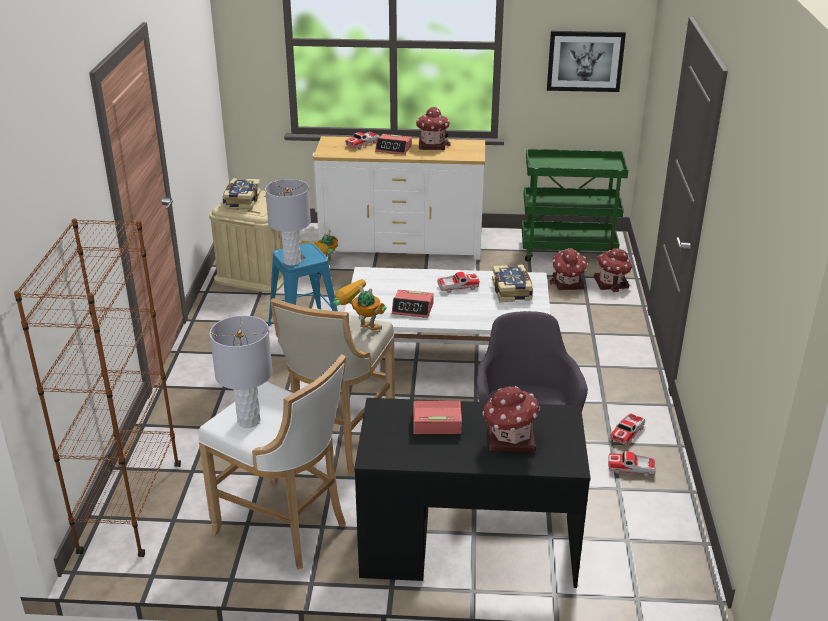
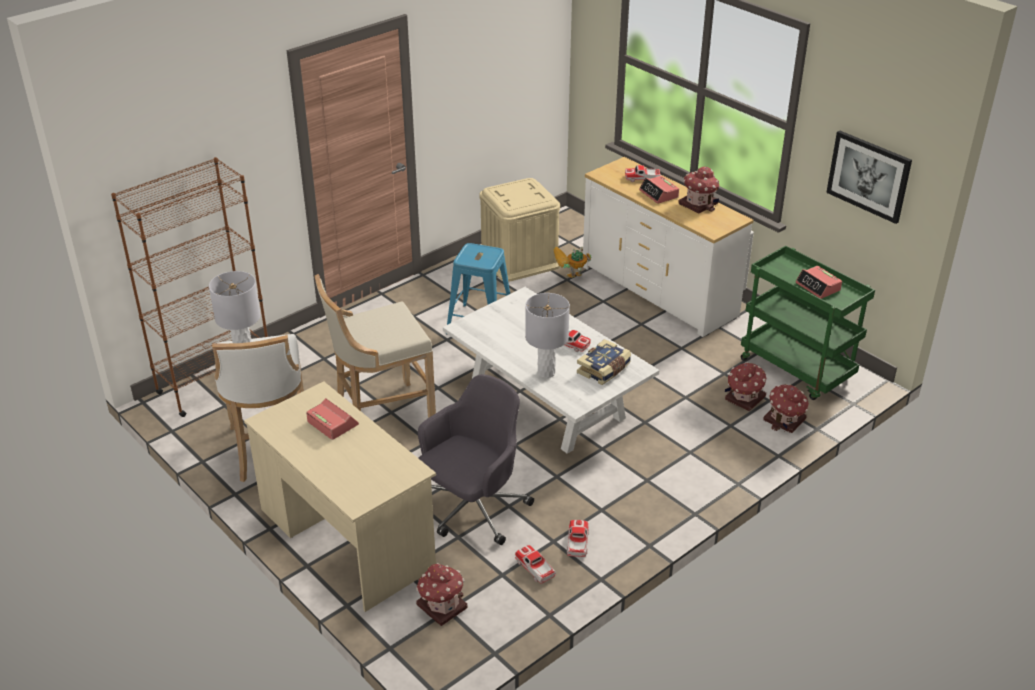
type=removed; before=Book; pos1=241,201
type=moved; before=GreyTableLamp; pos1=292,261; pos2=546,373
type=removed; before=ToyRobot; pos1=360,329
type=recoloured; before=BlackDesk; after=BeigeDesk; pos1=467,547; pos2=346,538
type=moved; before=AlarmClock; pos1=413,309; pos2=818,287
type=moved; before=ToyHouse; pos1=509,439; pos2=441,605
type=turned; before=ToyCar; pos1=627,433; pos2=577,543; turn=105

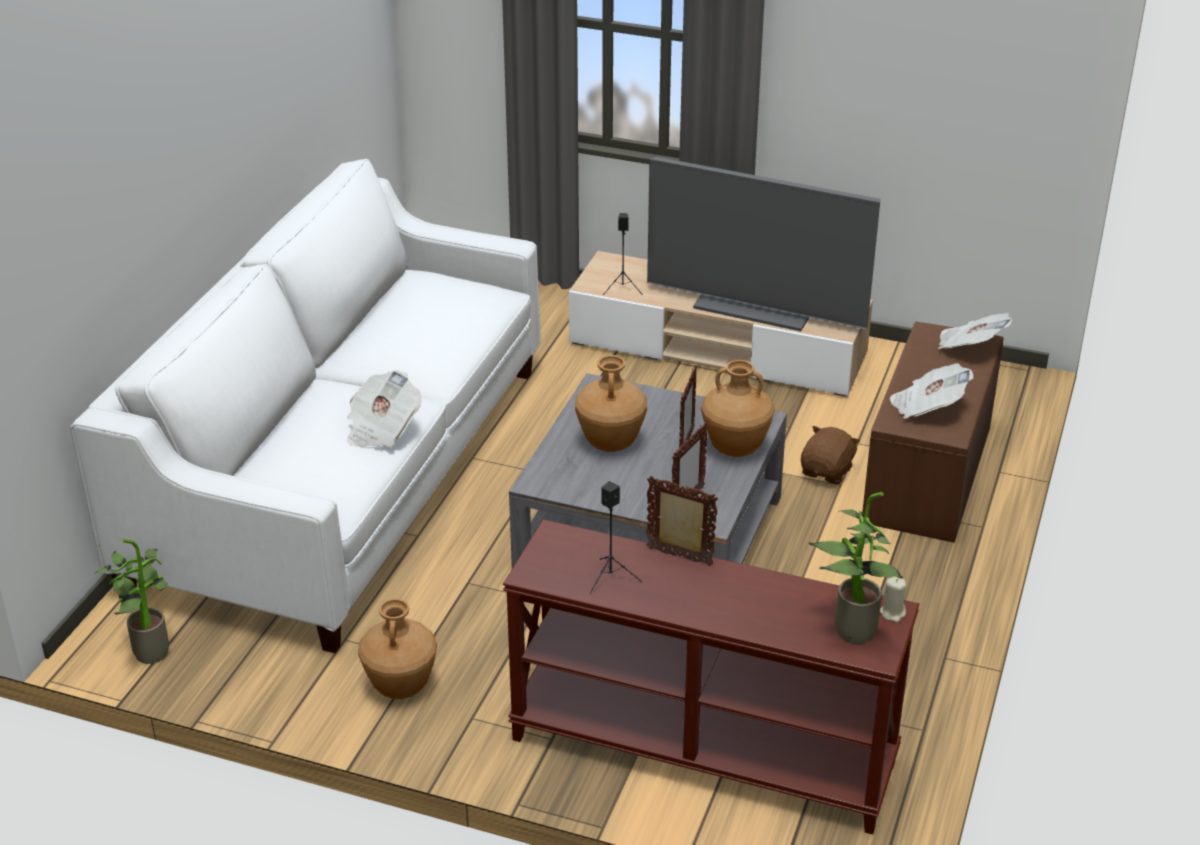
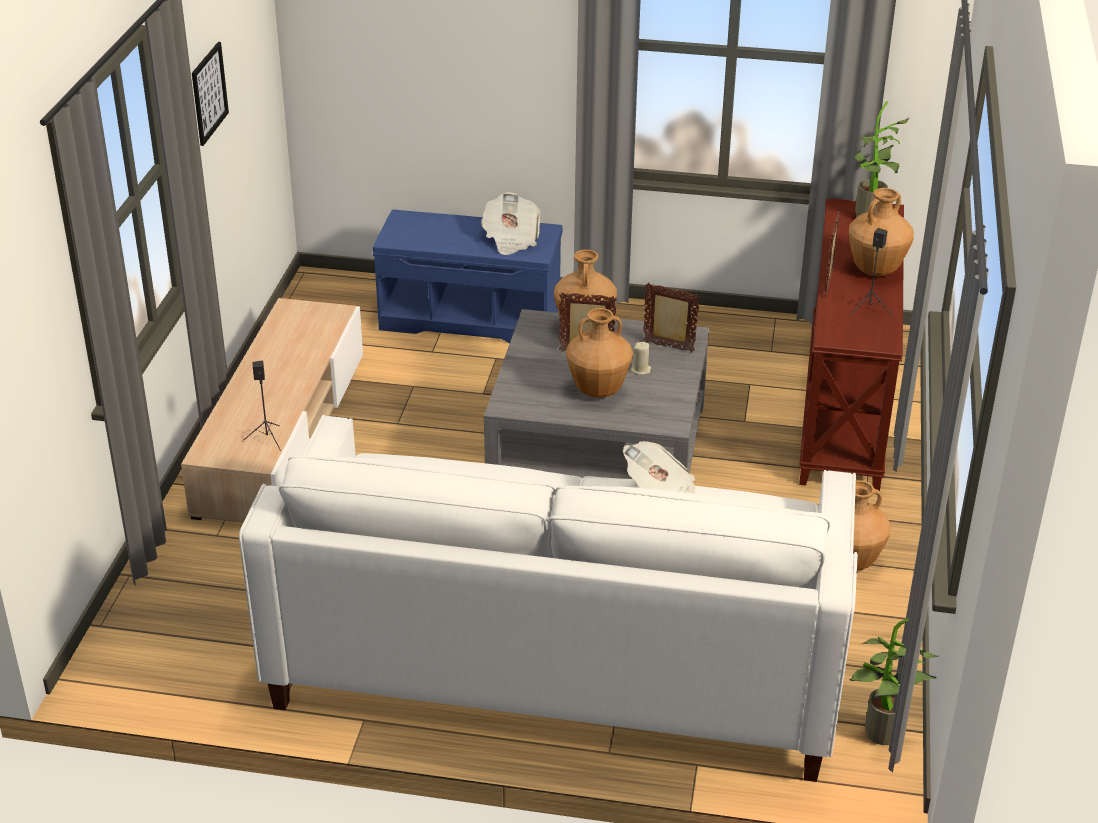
type=removed; before=Television; pos1=756,306
type=removed; before=BrownPlushToy; pos1=827,472
type=recoloured; before=BrownBench; after=BlueBench; pos1=929,475; pos2=472,317
type=moved; before=BeigeCandle; pos1=892,613; pos2=641,370
type=removed; before=Newspaper; pos1=970,347
type=added; after=Picture; pos2=209,93
type=added; after=BrownVase; pos2=876,270

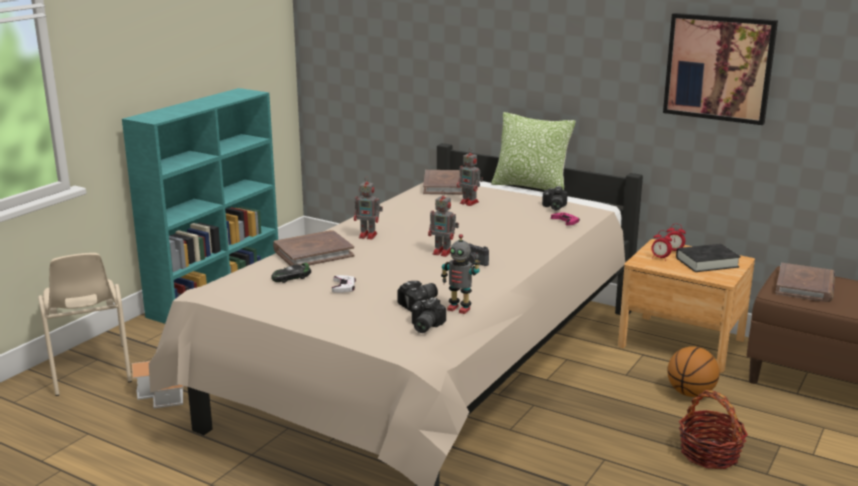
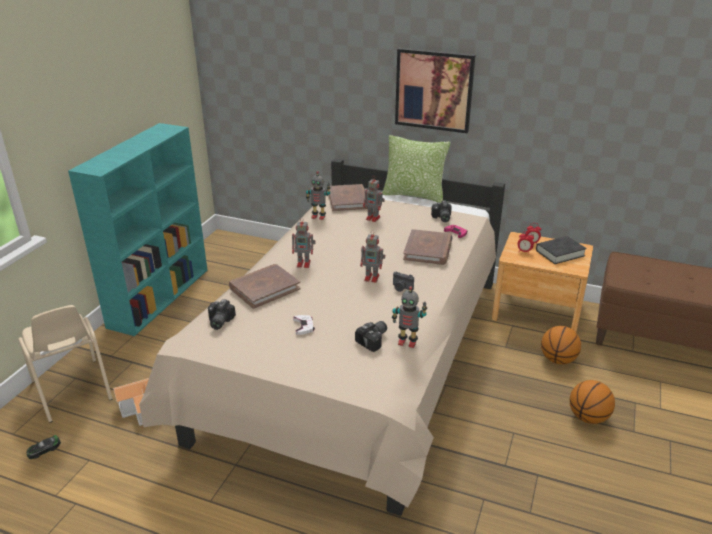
type=moved; before=ToyCar; pos1=291,277; pos2=44,449
type=moved; before=PhotoCamera; pos1=424,326; pos2=218,322
type=moved; before=Picture; pos1=719,67; pos2=434,90
type=replaced; before=Basket; after=Basketball; pos1=710,454; pos2=588,417
type=moved; before=BrownBook; pos1=805,286; pos2=428,250
type=added; after=ToyRobot; pos2=318,216

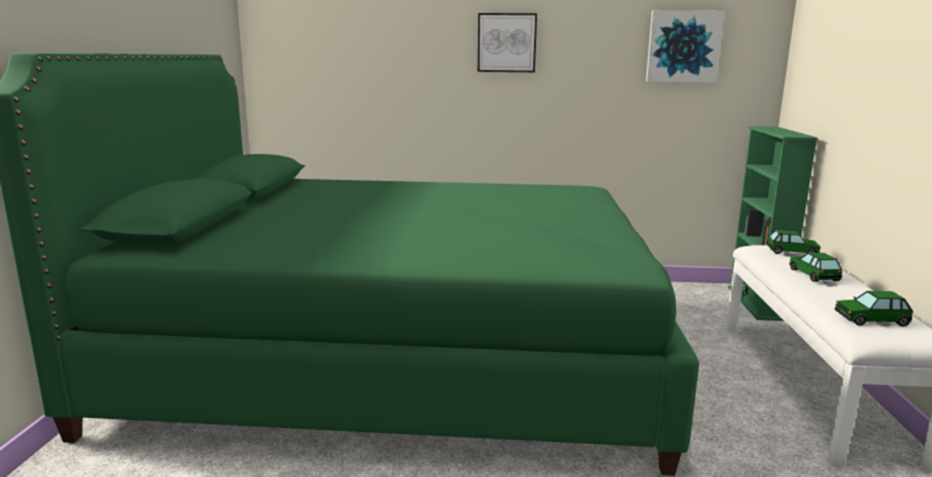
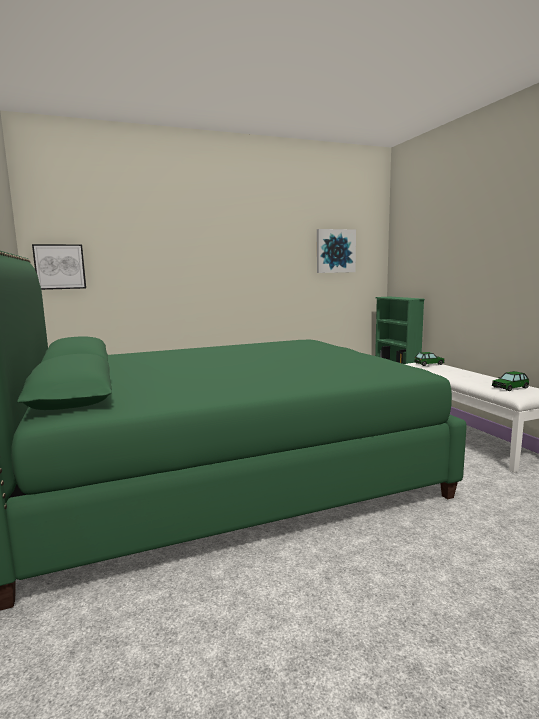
type=moved; before=Picture; pos1=506,43; pos2=60,267
type=removed; before=ToyCar; pos1=813,275

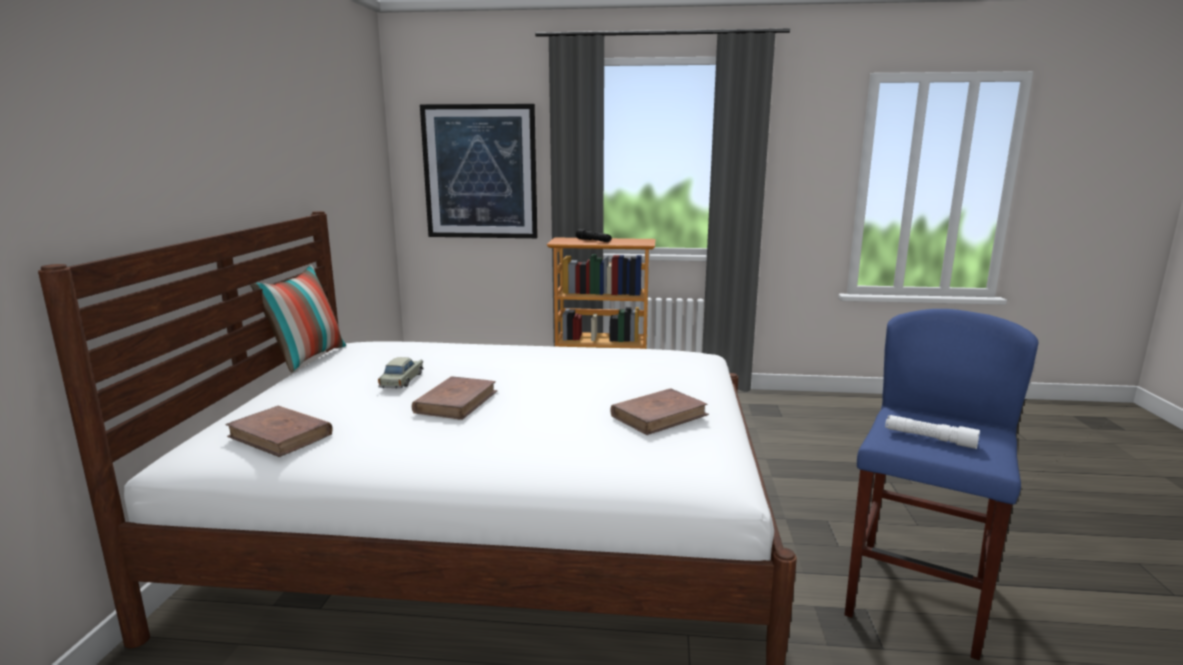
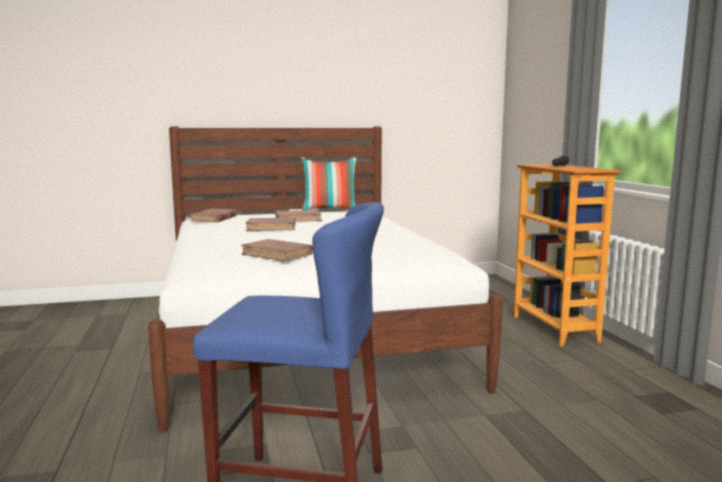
type=replaced; before=BeigeToyCar; after=BrownBook; pos1=401,381; pos2=298,219
type=removed; before=Picture; pos1=480,172
type=removed; before=WhiteFlashlight; pos1=929,438

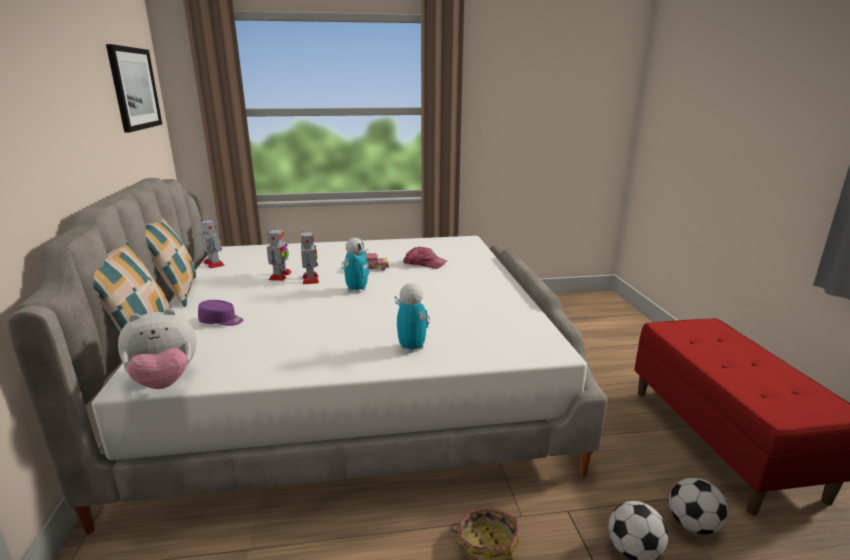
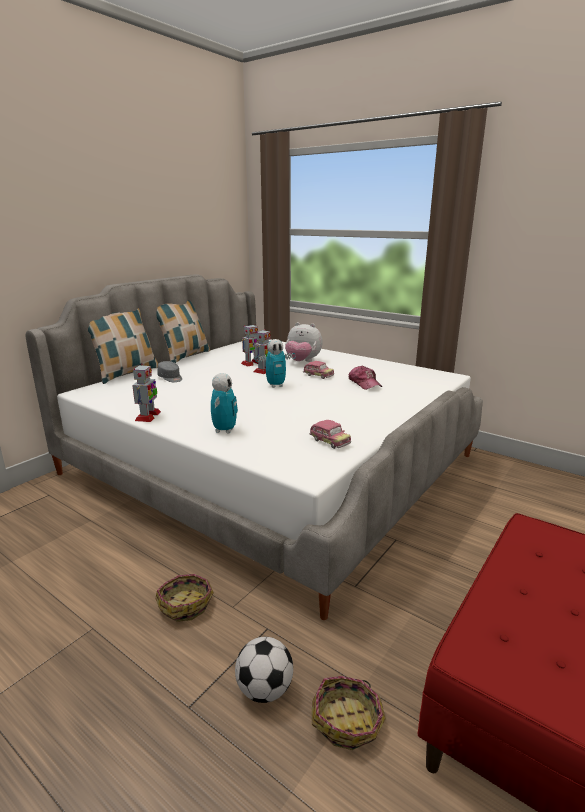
type=removed; before=Picture; pos1=134,88
type=moved; before=PlushToy; pos1=165,381; pos2=302,362
type=recoloured; before=PurpleCap; after=GreyCap; pos1=221,321; pos2=170,378
type=moved; before=ToyRobot; pos1=214,264; pos2=148,416
type=replaced; before=Football; after=Basket; pos1=692,525; pos2=347,720
type=added; after=ToyCar; pos2=329,442

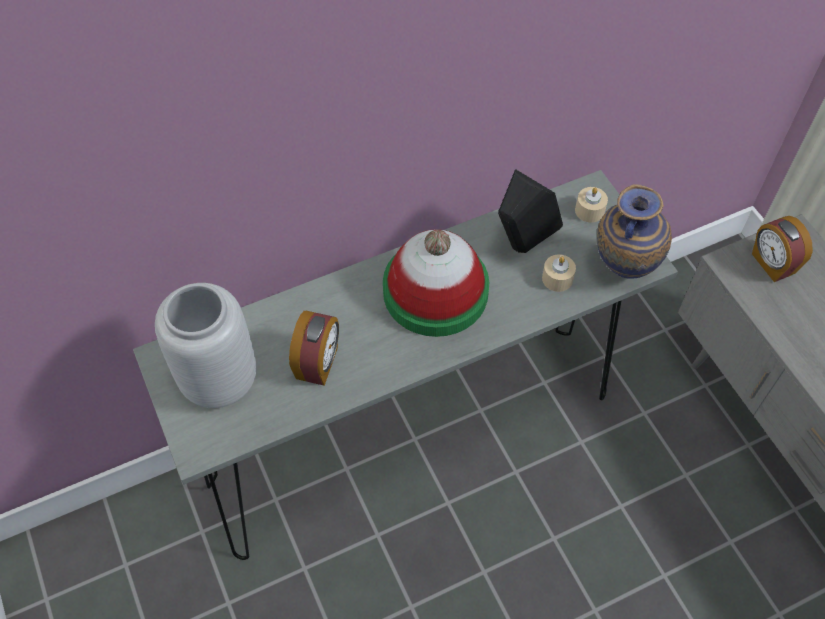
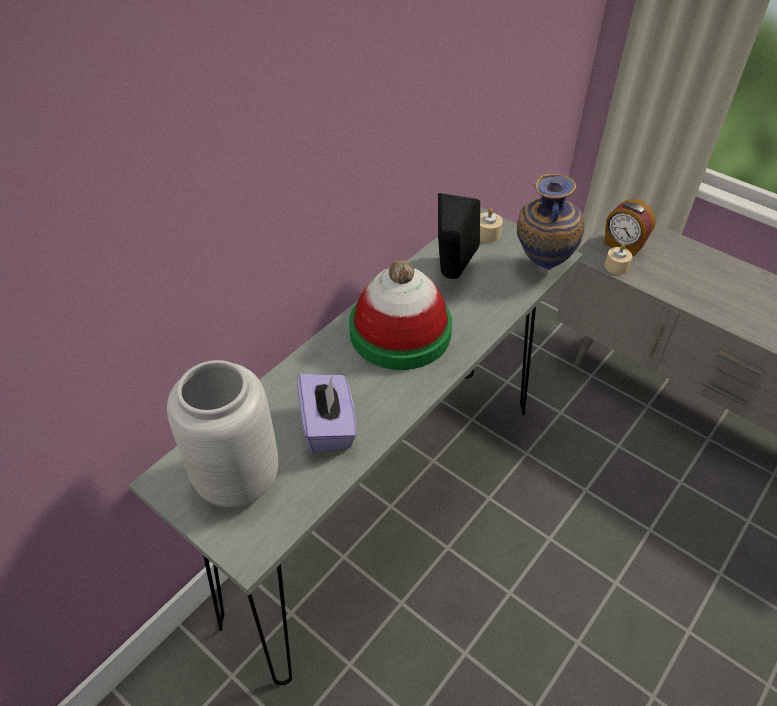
type=replaced; before=AlarmClock; after=PurpleTissueBox; pos1=318,363; pos2=328,427
type=moved; before=BeigeCandle; pos1=557,278; pos2=616,266

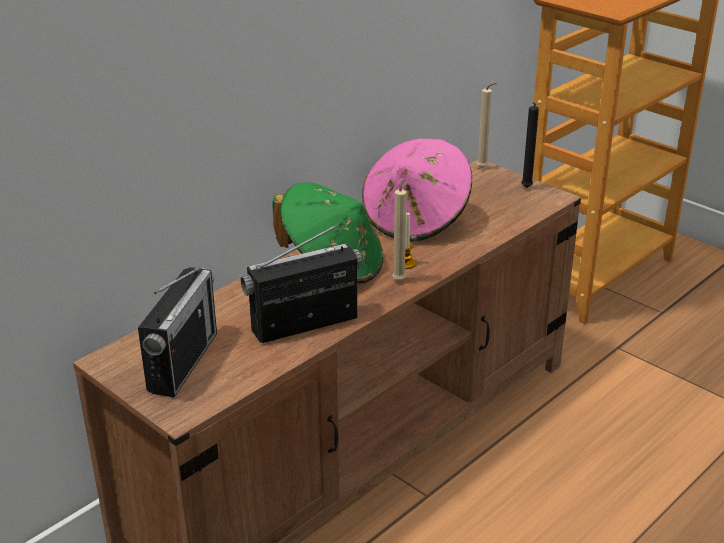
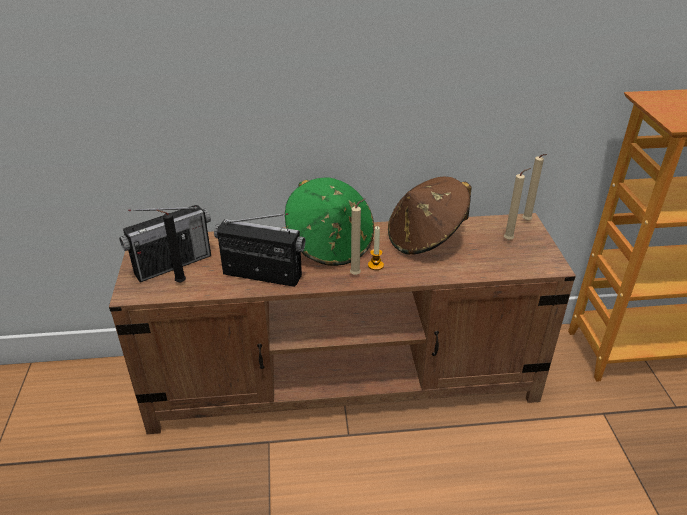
type=recoloured; before=PinkHat; after=BrownHat; pos1=416,220; pos2=425,238
type=moved; before=BlackCandle; pos1=526,188; pos2=179,283
type=added; after=BeigeCandle; pos2=510,240

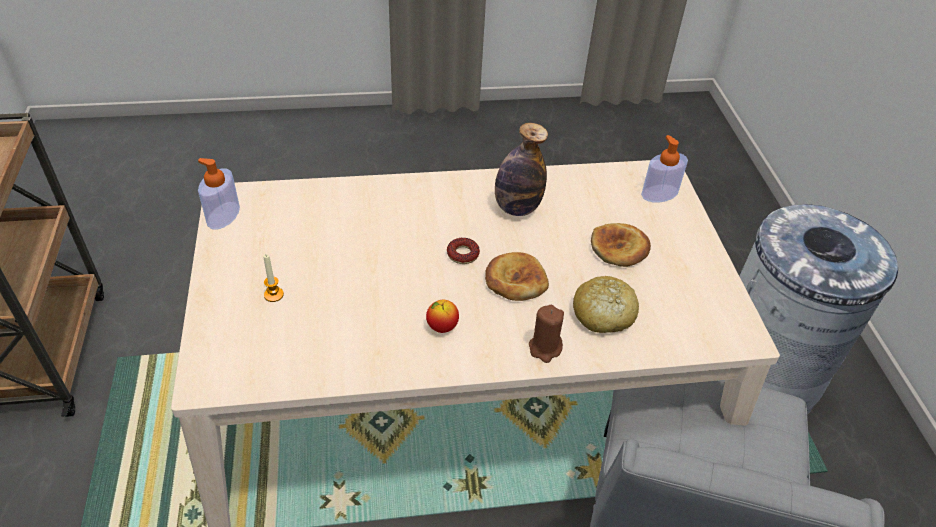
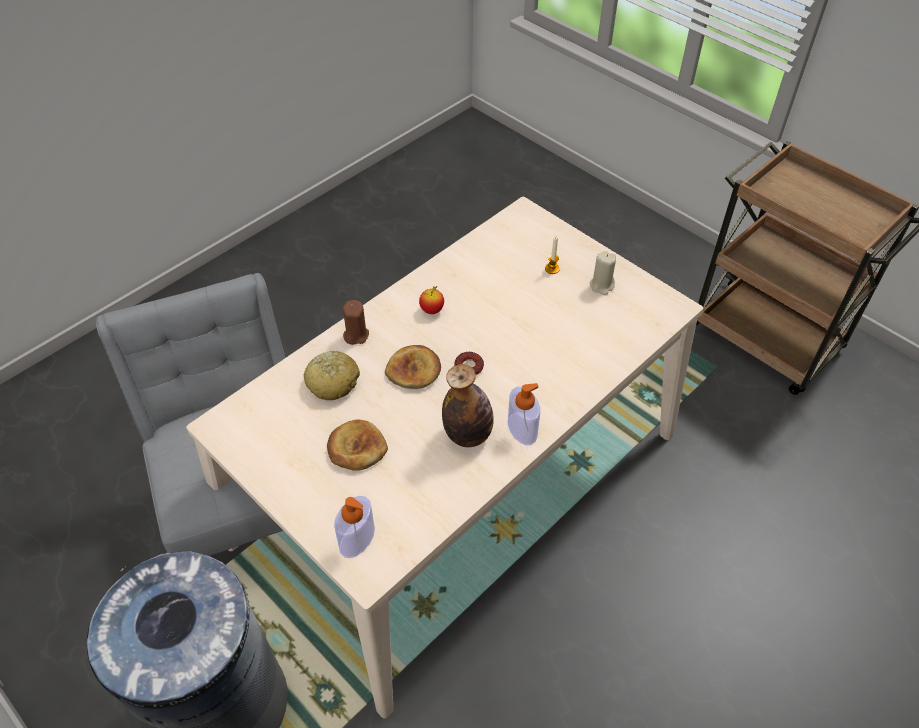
type=moved; before=SoapDispenser; pos1=223,215; pos2=522,428
type=added; after=BeigeCandle; pos2=602,285

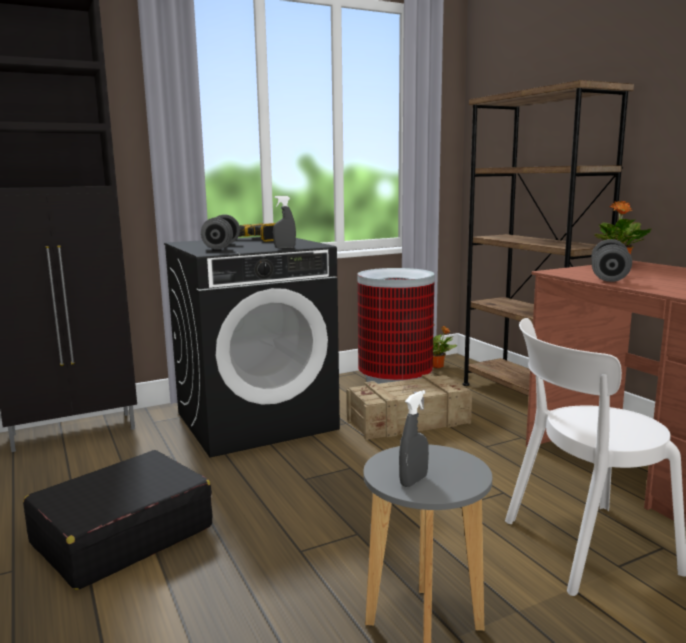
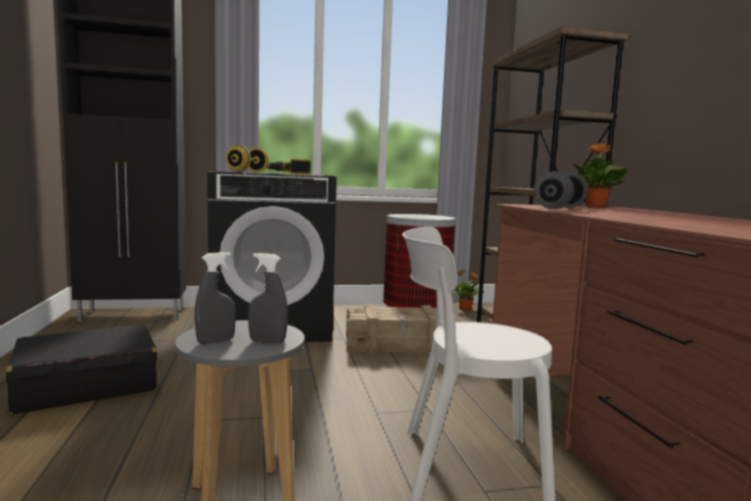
type=recoloured; before=GreyDumbbell; after=YellowDumbbell; pos1=222,246; pos2=247,172
type=moved; before=GreySprayBottle; pos1=284,248; pos2=267,341

